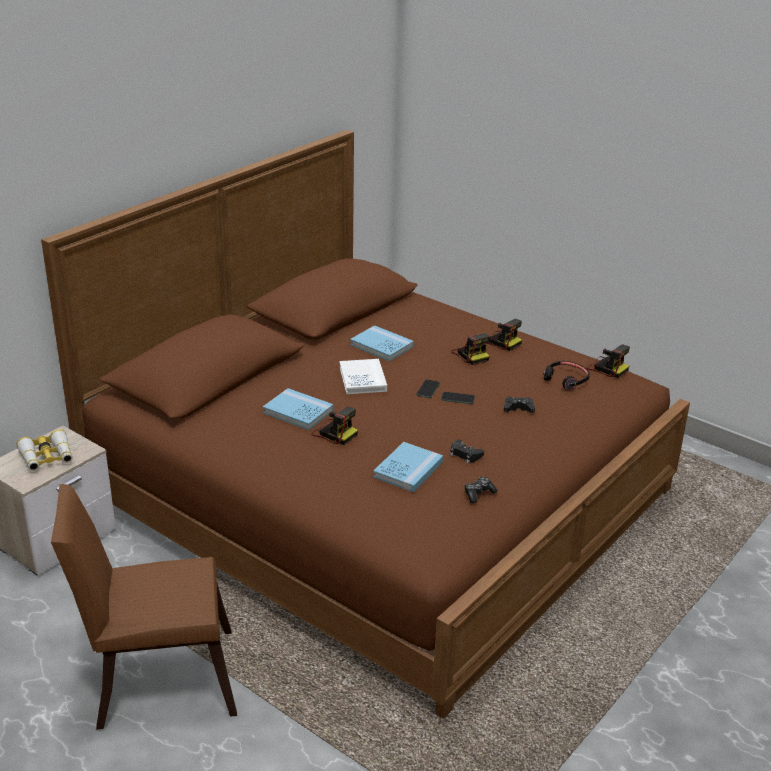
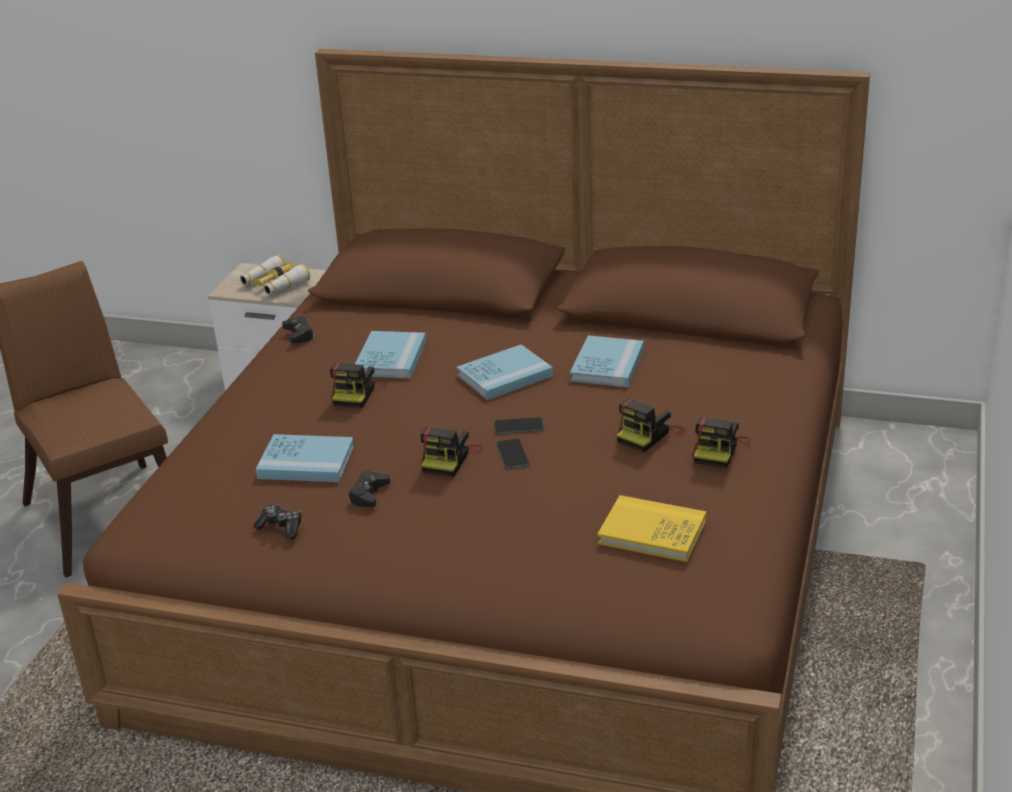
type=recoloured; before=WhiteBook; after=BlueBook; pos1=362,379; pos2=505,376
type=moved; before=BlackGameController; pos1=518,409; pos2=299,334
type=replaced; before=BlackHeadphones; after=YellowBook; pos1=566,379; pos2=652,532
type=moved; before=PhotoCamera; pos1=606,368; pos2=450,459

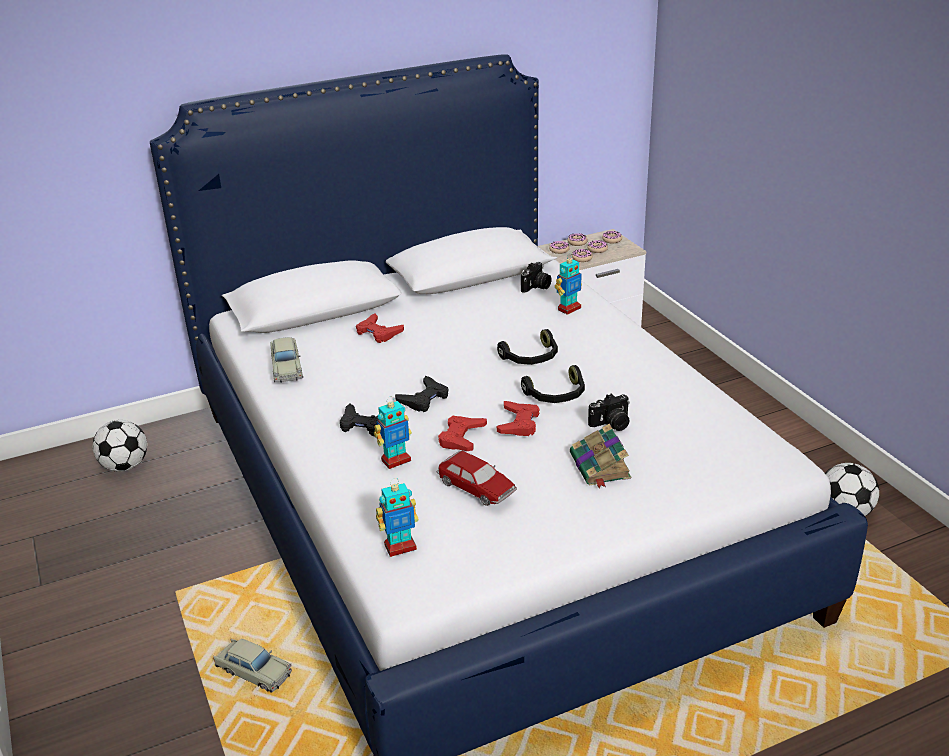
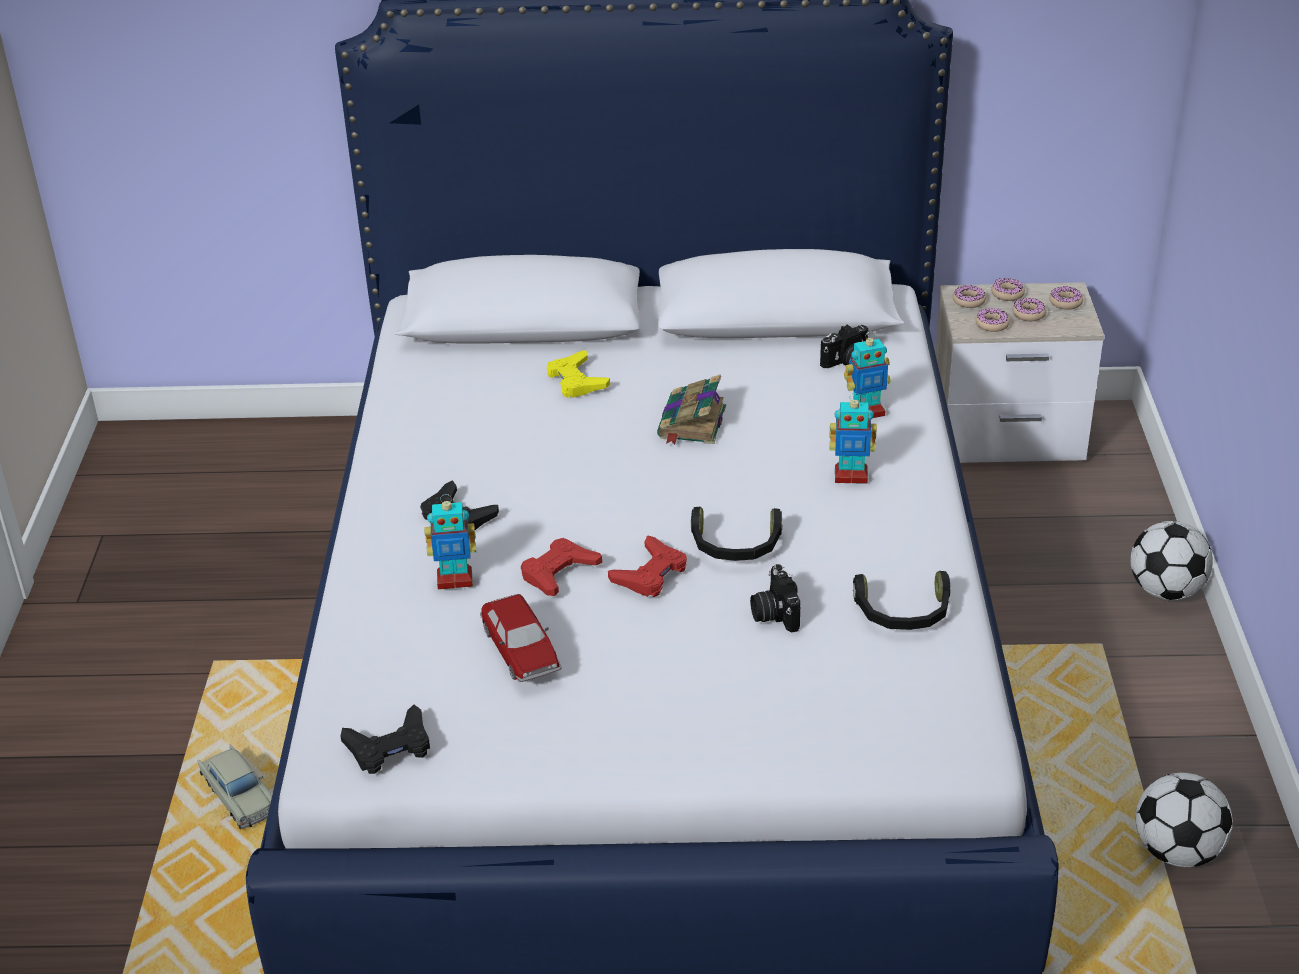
type=moved; before=Football; pos1=125,466; pos2=1165,591
type=removed; before=BeigeToyCar; pos1=287,367
type=recoloured; before=RedGameController; after=YellowGameController; pos1=378,332; pos2=576,381
type=moved; before=ToyRobot; pos1=400,547; pos2=851,476
type=moved; before=BlackGameController; pos1=424,399; pos2=390,747
type=moved; before=BlackHeadphones; pos1=531,358; pos2=903,613
type=moved; before=Book; pos1=600,467; pos2=691,423
type=turned; before=PhotoCamera; pos1=611,424; pos2=774,613; turn=75

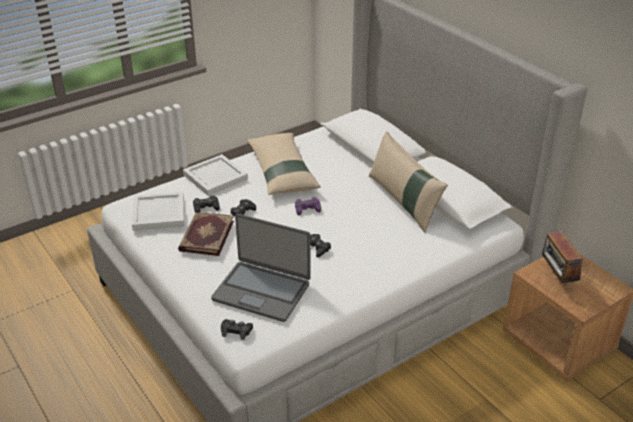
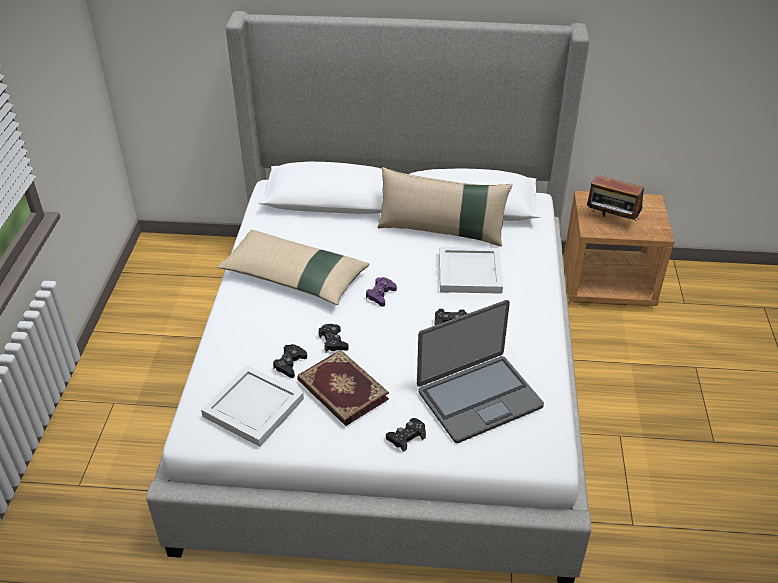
type=moved; before=WhiteTray; pos1=215,176; pos2=468,272
type=moved; before=BlackGameController; pos1=236,331; pos2=406,437

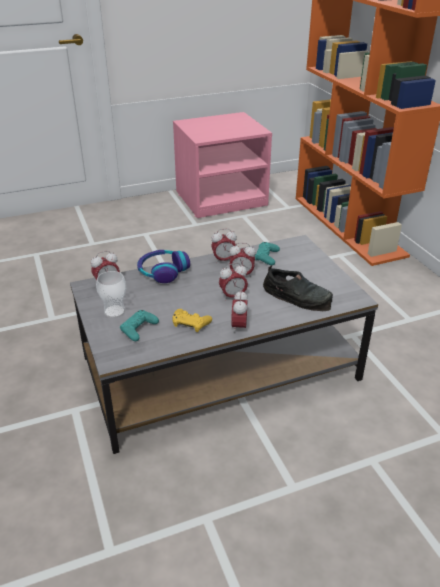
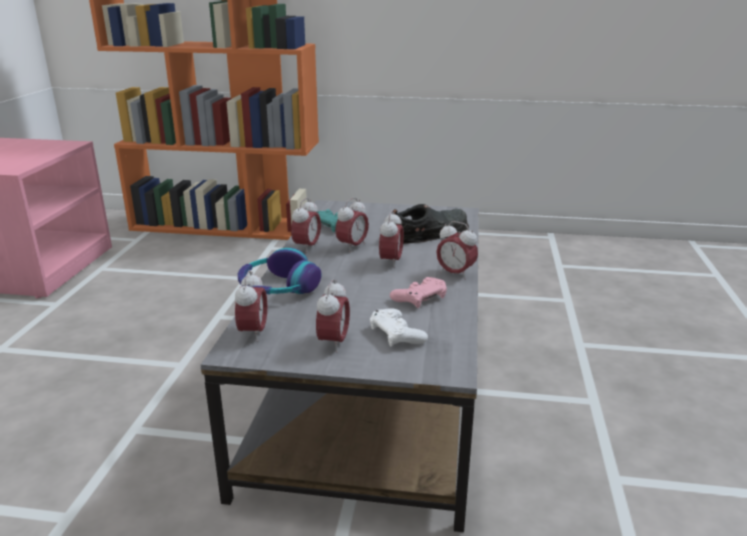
type=replaced; before=Cup; after=AlarmClock; pos1=114,311; pos2=333,343
type=recoloured; before=TurquoiseGameController; after=WhiteGameController; pos1=138,329; pos2=396,334
type=recoloured; before=YellowGameController; after=PinkGameController; pos1=191,323; pos2=420,298

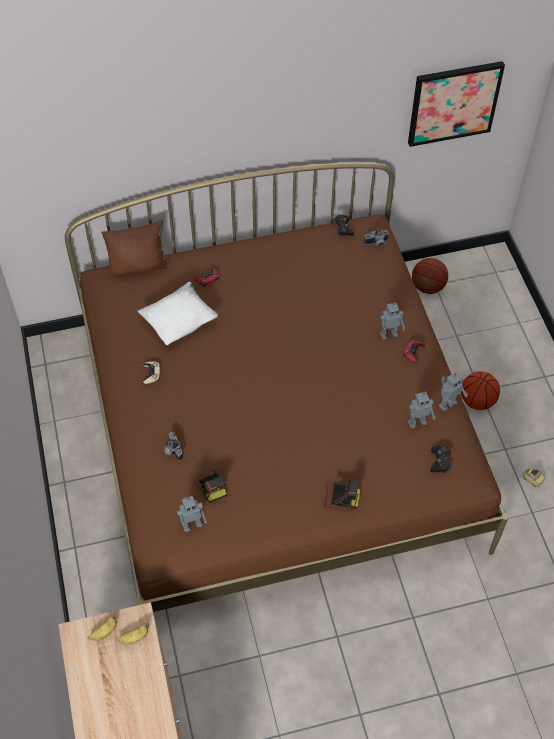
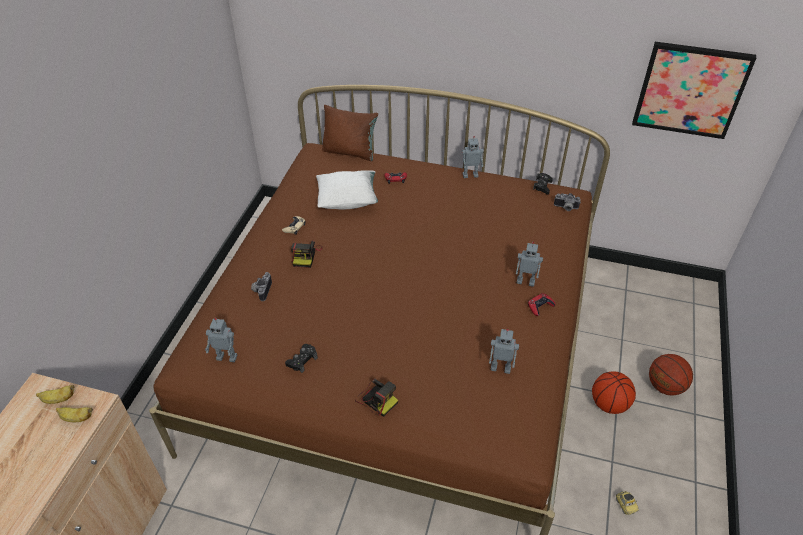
type=moved; before=PhotoCamera; pos1=211,485; pos2=306,255
type=moved; before=Basketball; pos1=427,287; pos2=665,386
type=moved; before=BlackGameController; pos1=440,461; pos2=302,360
type=moved; before=ToyRobot; pos1=447,403; pos2=470,175

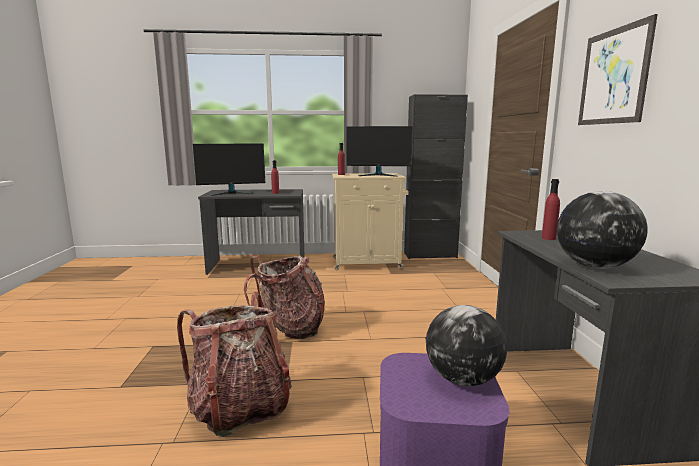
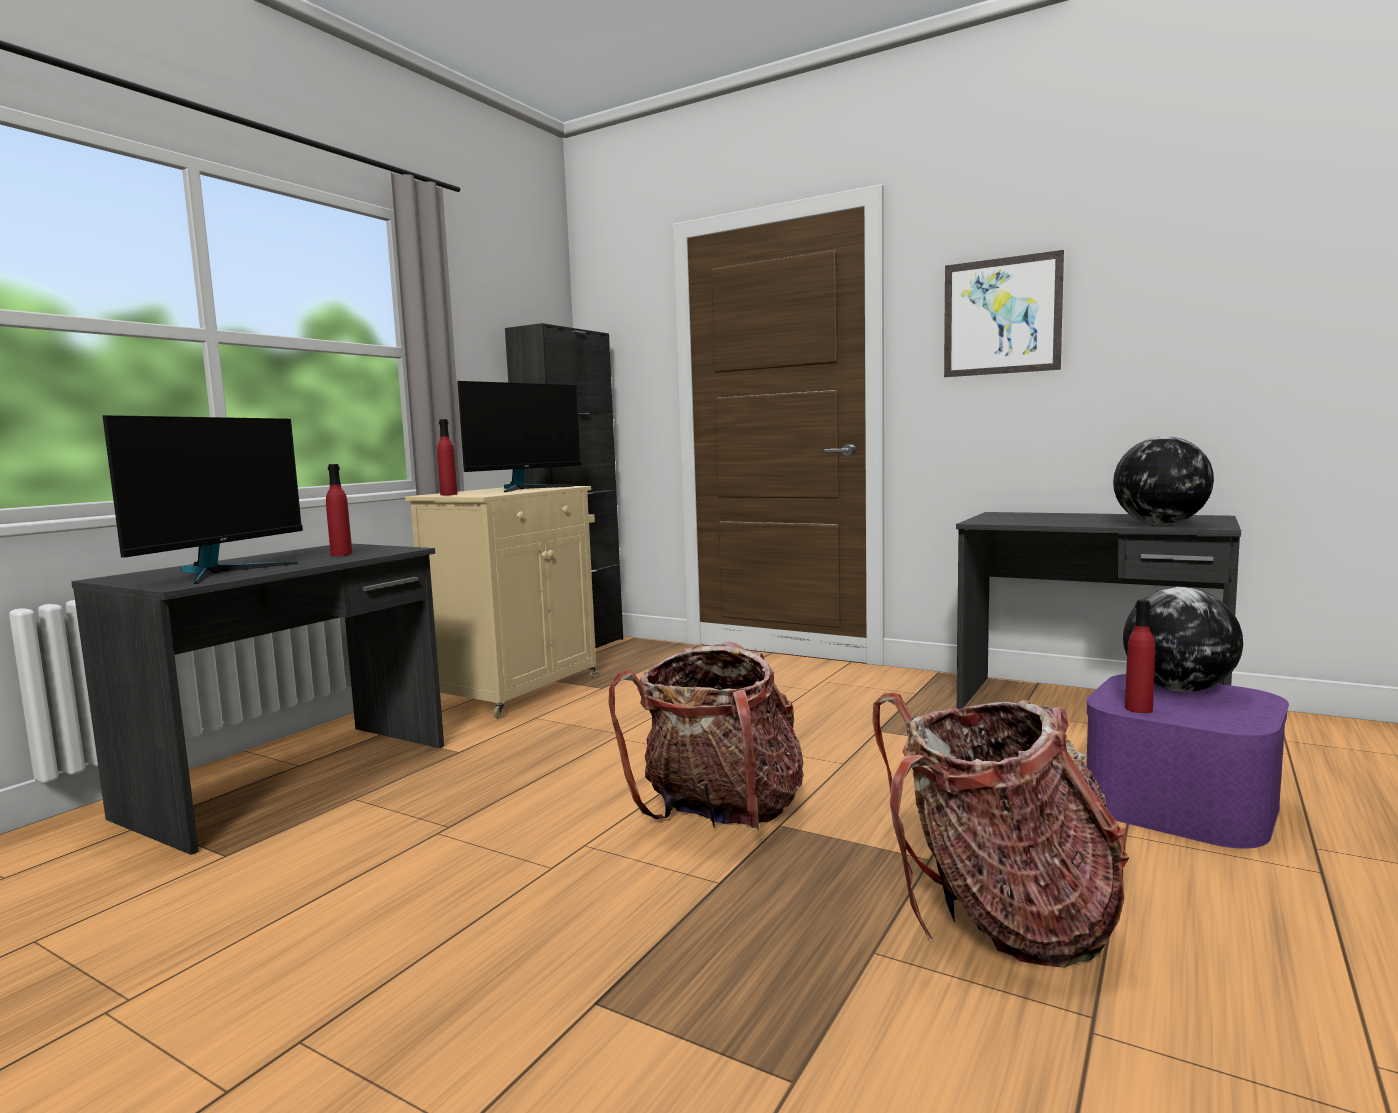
type=moved; before=RedBottle; pos1=548,238; pos2=1138,709

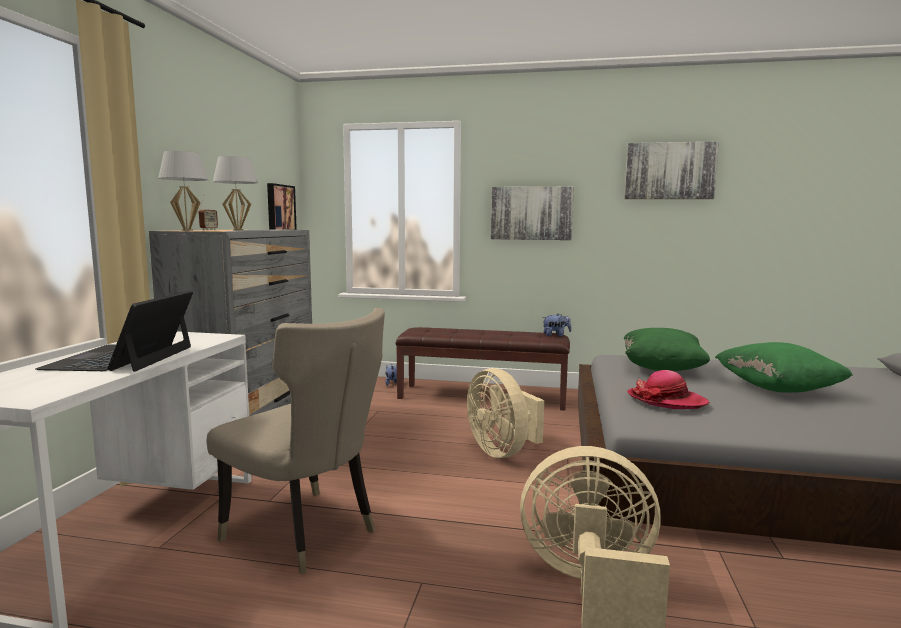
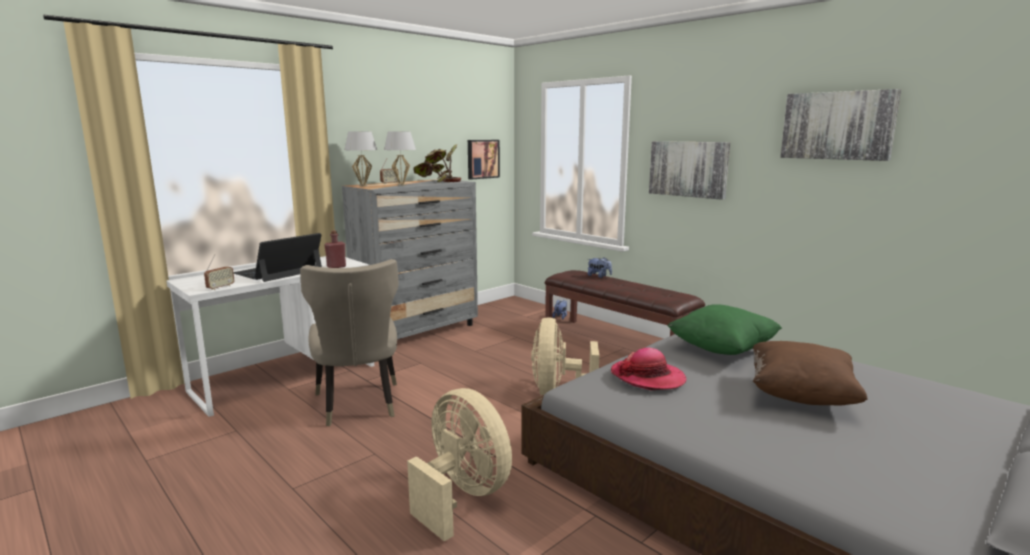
type=moved; before=PlushToy; pos1=556,335; pos2=599,276
type=recoloured; before=GreenPillow; after=BrownPillow; pos1=778,389; pos2=800,396
type=added; after=Radio; pos2=220,287
type=added; after=RedBottle; pos2=336,267
type=added; after=PottedPlant; pos2=439,181

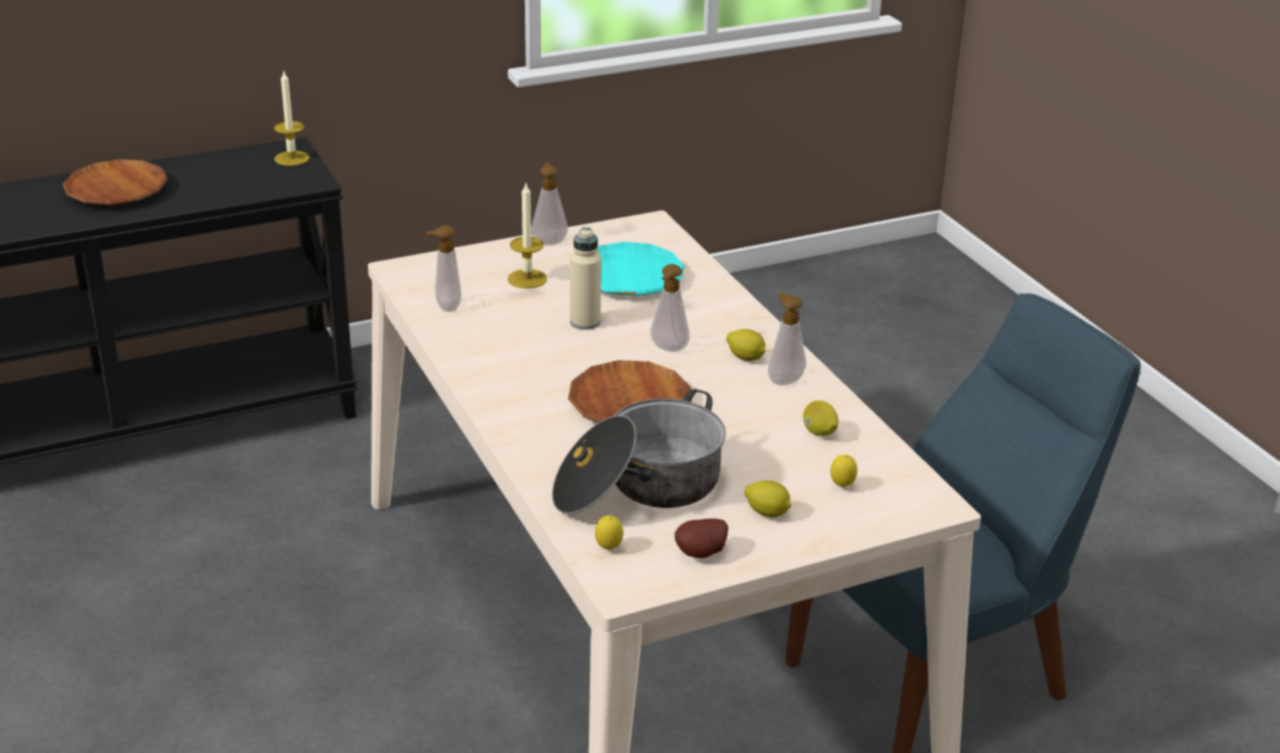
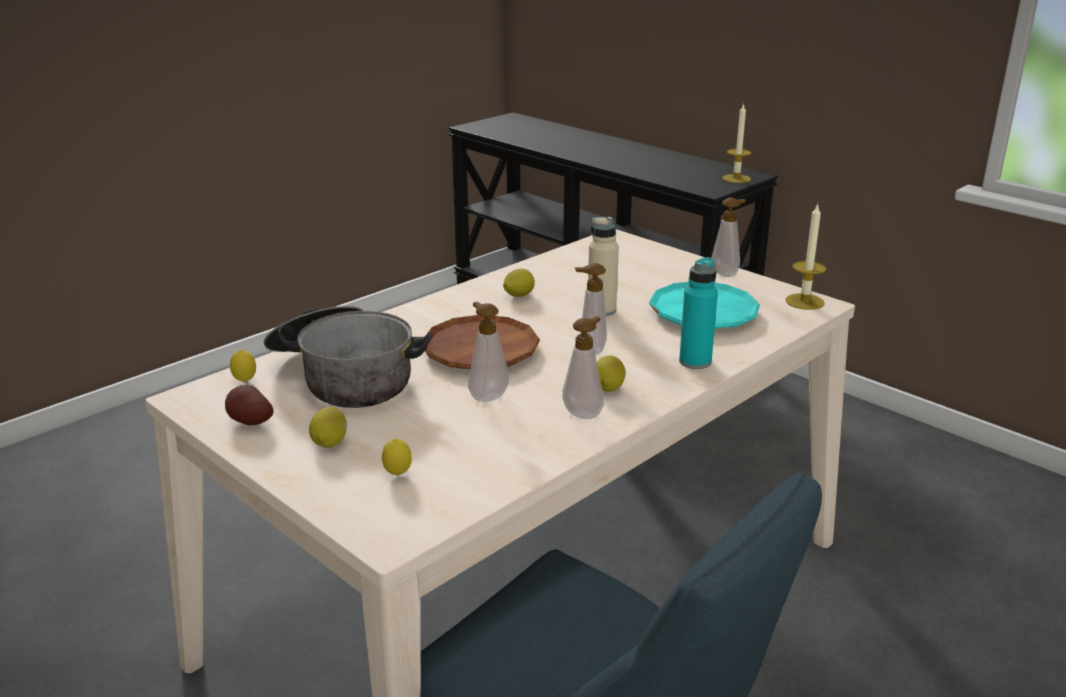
type=removed; before=BrownPlate; pos1=116,190
type=moved; before=SoapDispenser; pos1=445,307; pos2=487,396
type=moved; before=Candle; pos1=527,279; pos2=804,301
type=moved; before=Lemon; pos1=819,433; pos2=518,296
type=added; after=TurquoiseBottle; pos2=695,362

